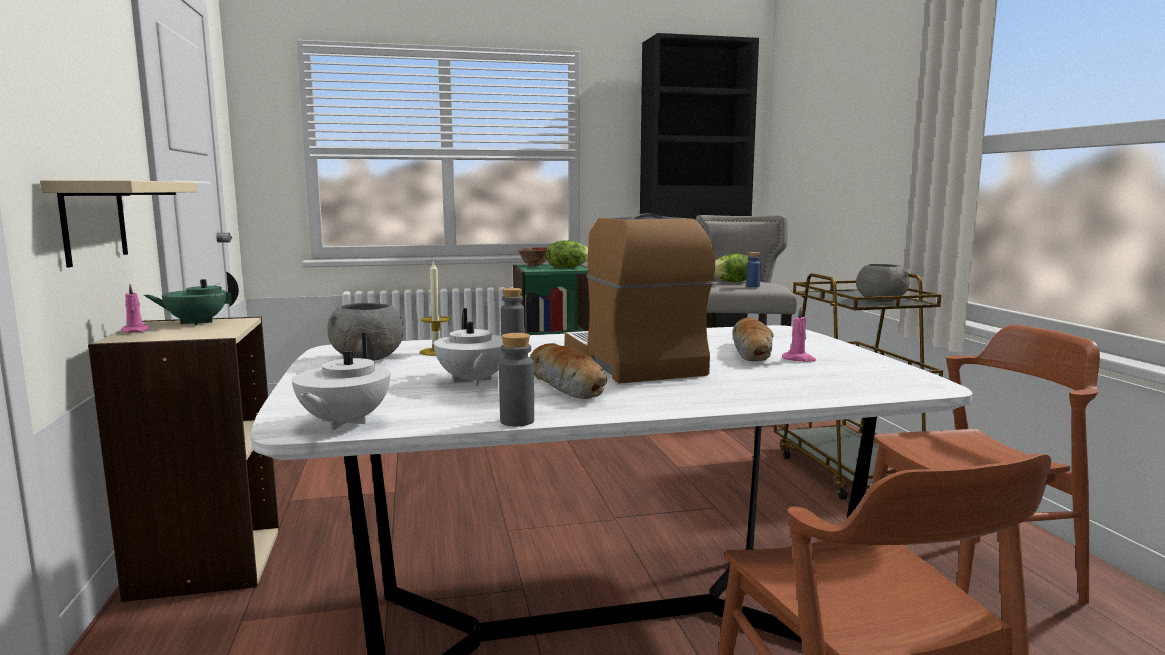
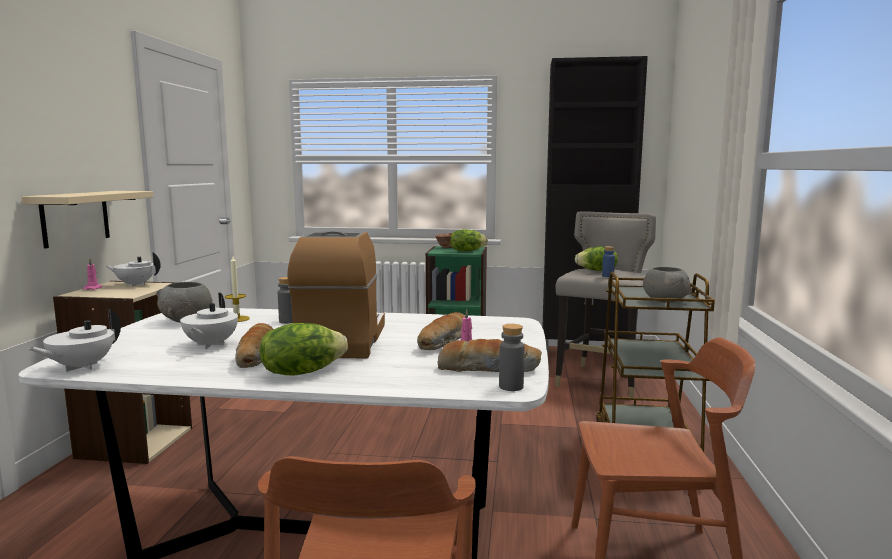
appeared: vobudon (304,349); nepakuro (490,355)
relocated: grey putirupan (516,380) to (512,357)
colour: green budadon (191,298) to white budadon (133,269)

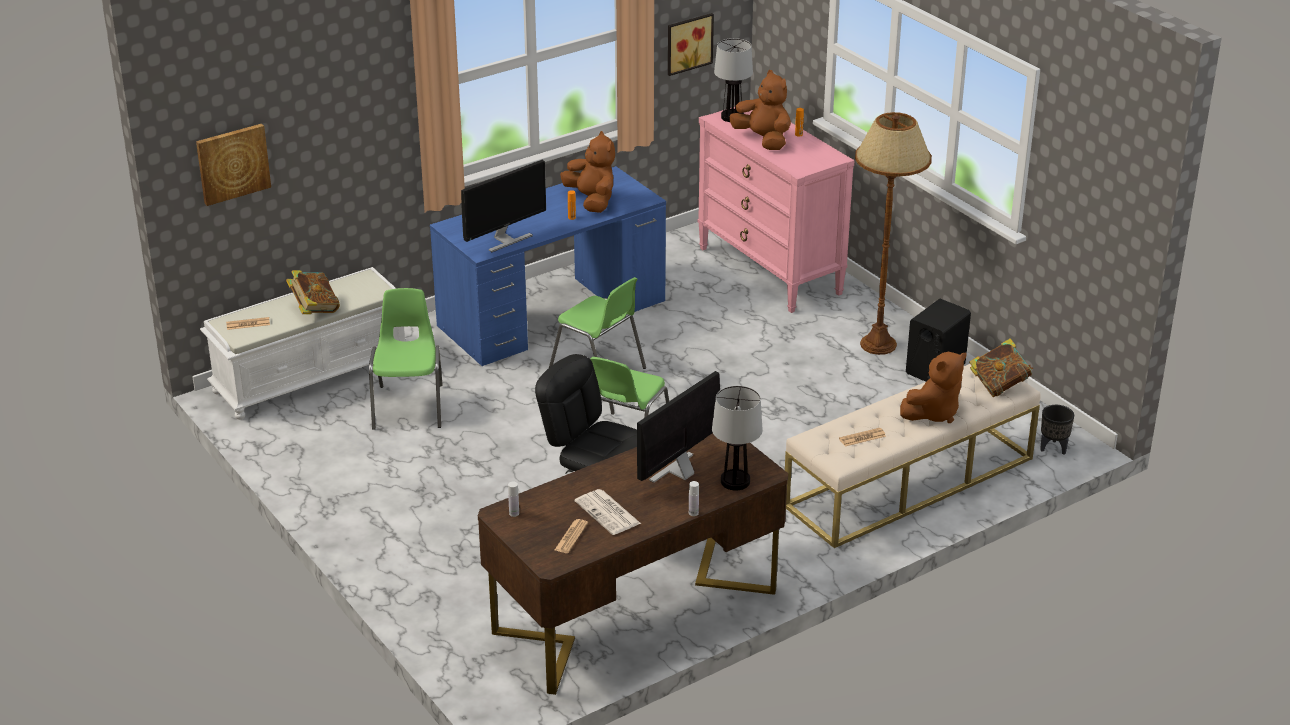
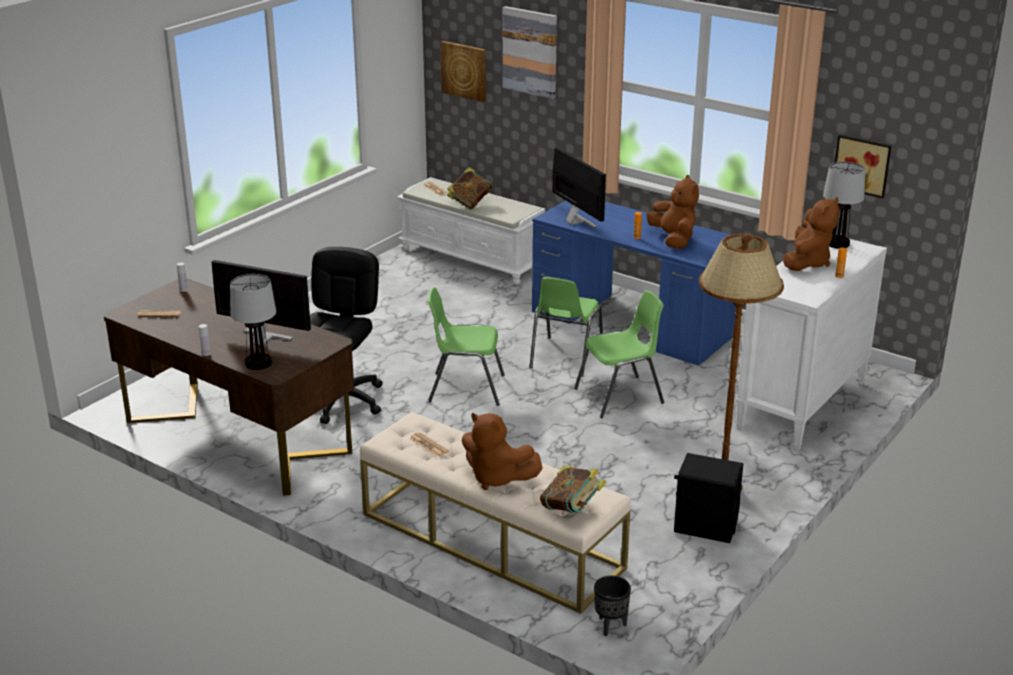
missing: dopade (607,512)
appeared: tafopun (530,52)
relocated: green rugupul (406,359) to (619,354)
colour: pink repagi (775,210) to white repagi (811,345)
spun: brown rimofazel (587,172) = (672,212) 60 degrees counterclockwise; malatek (503,206) = (579,188) 150 degrees counterclockwise

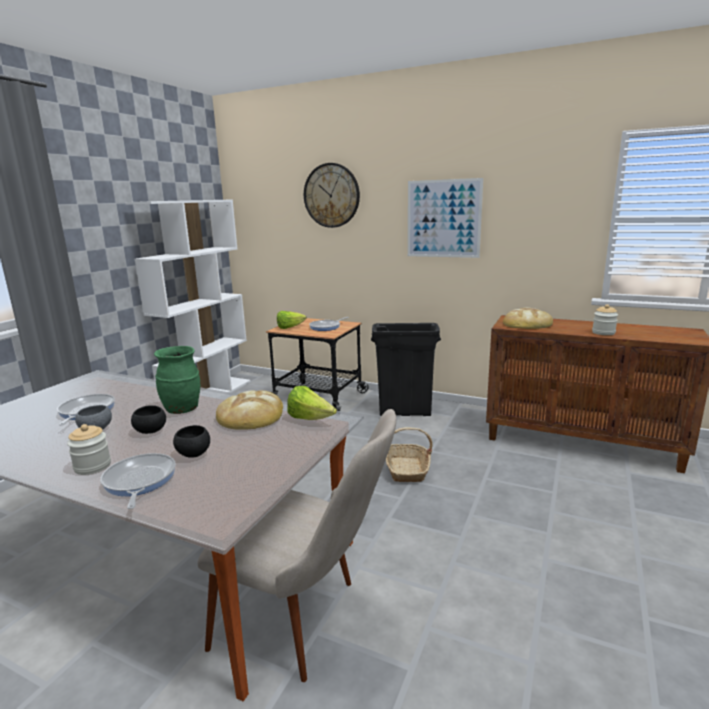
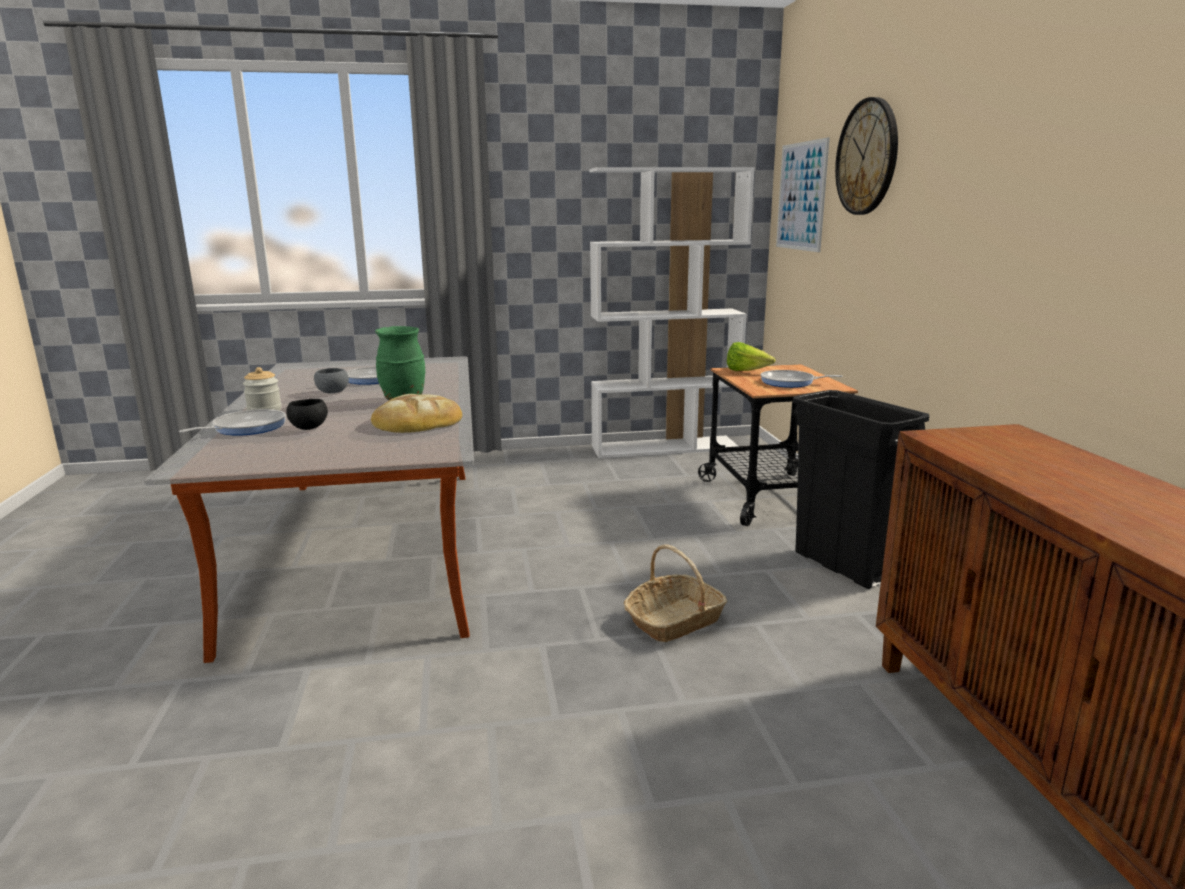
missing: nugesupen (605,319); nepakuro (528,318); vobudon (312,403); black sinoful (148,419); beige rugupul (296,545)
relocated: tafopun (445,218) to (803,195)

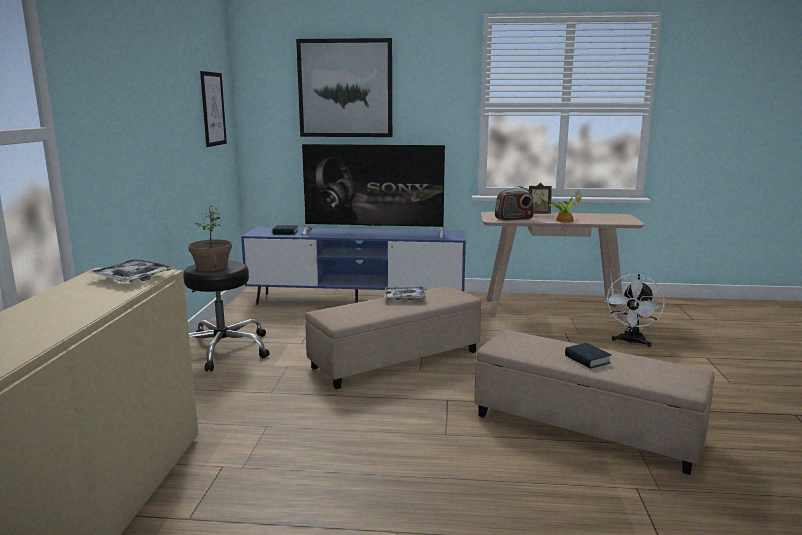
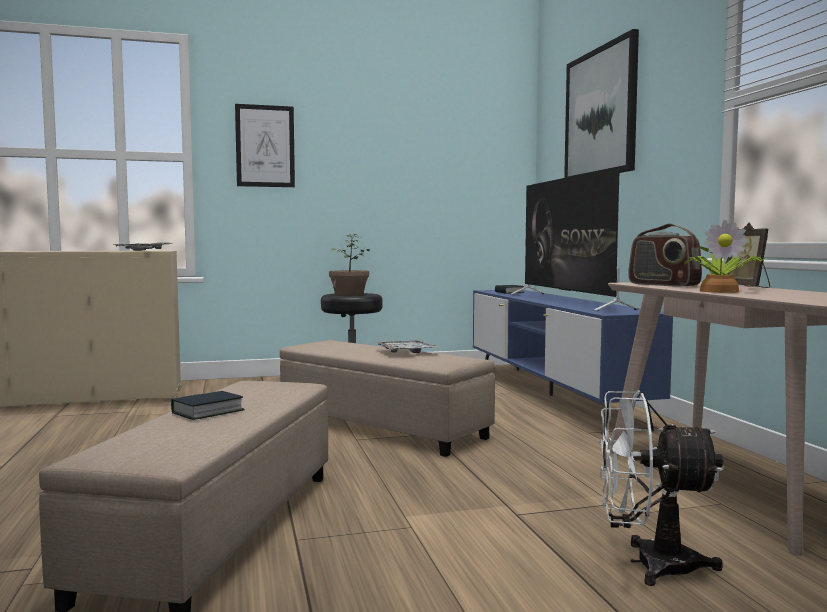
relocated: tafopun (213,109) to (265,145)

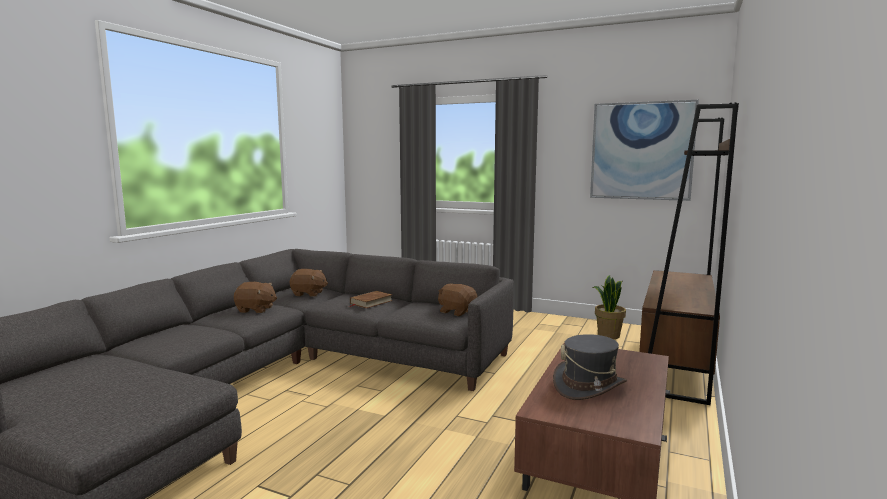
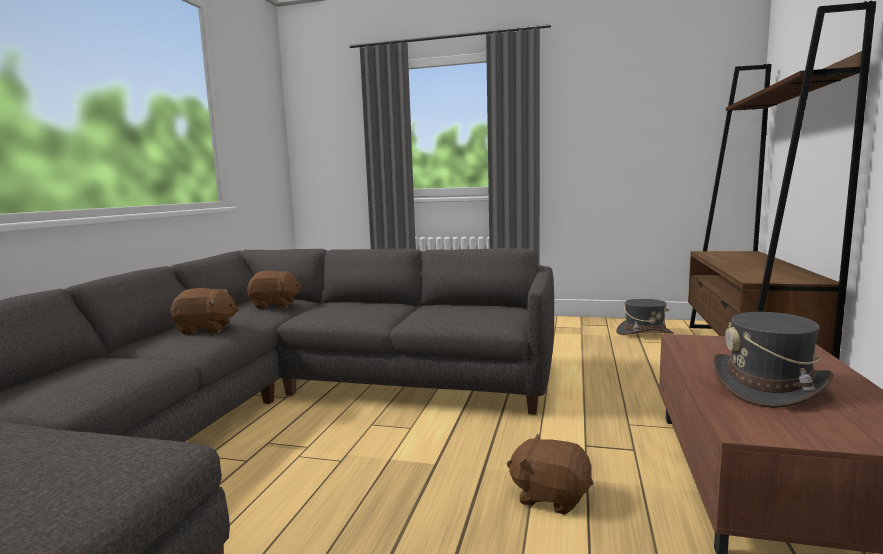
missing: tafopun (644,150); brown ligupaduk (371,299)
relocated: brown rimofazel (458,300) to (549,474)
exchanged: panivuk (609,307) to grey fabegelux (644,317)

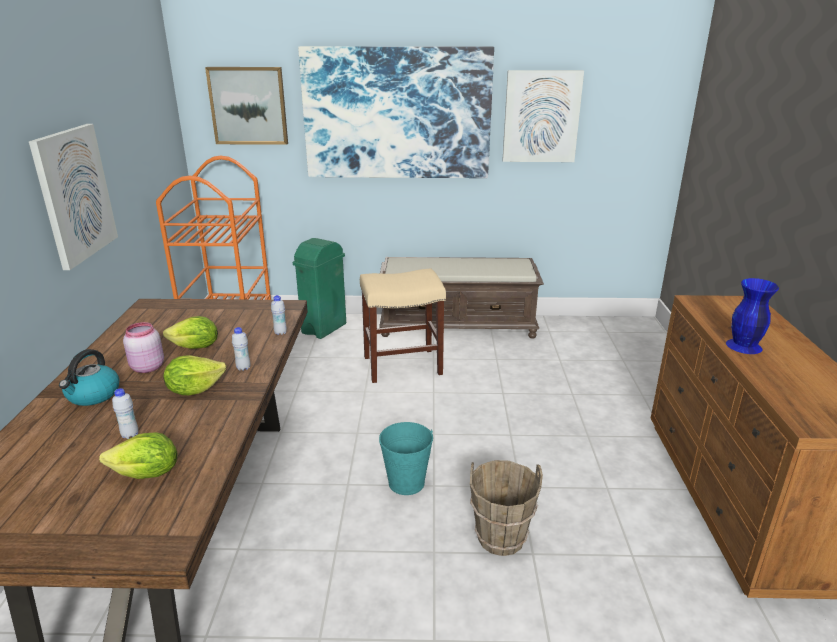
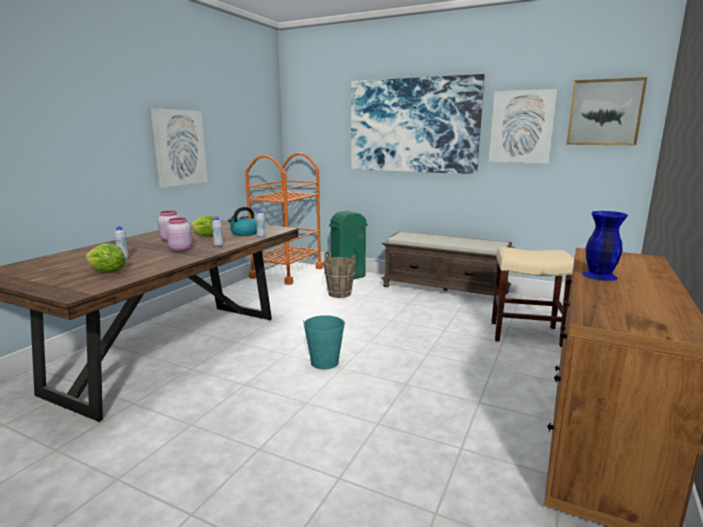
relocated: tafopun (246,106) to (606,111); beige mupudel (403,326) to (533,297); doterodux (89,377) to (242,221); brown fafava (506,508) to (339,274)
exchanged: vobudon (194,375) to pink nugesupen (179,235)

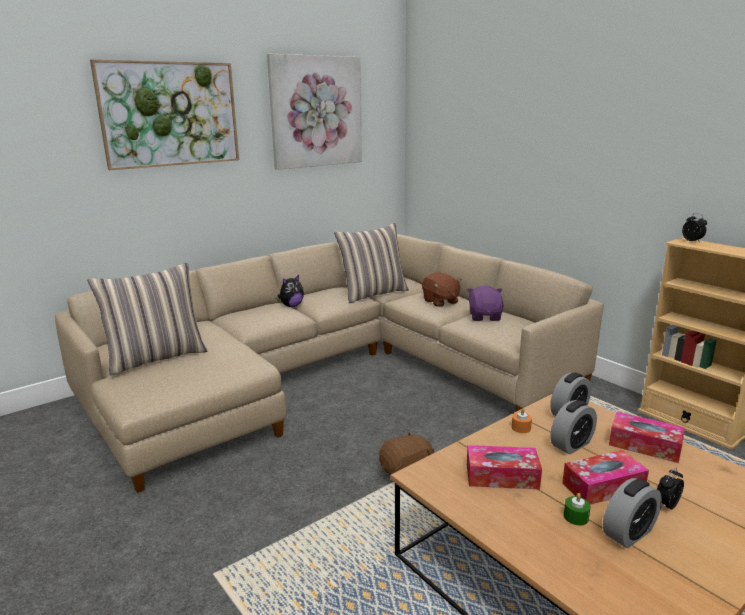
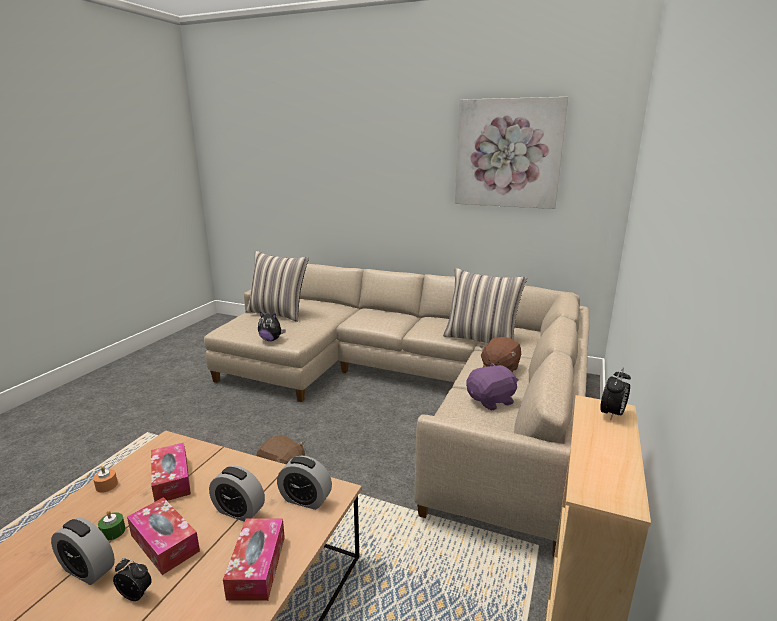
missing: tafopun (164,115)
relocated: rimofazel (290,291) to (272,326); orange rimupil (522,420) to (105,479)

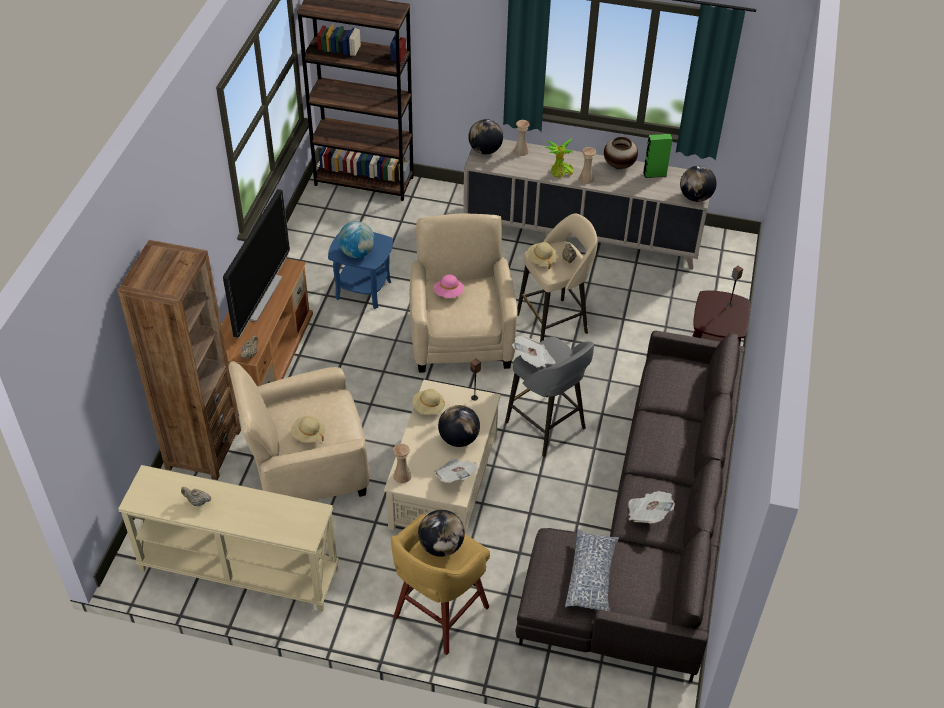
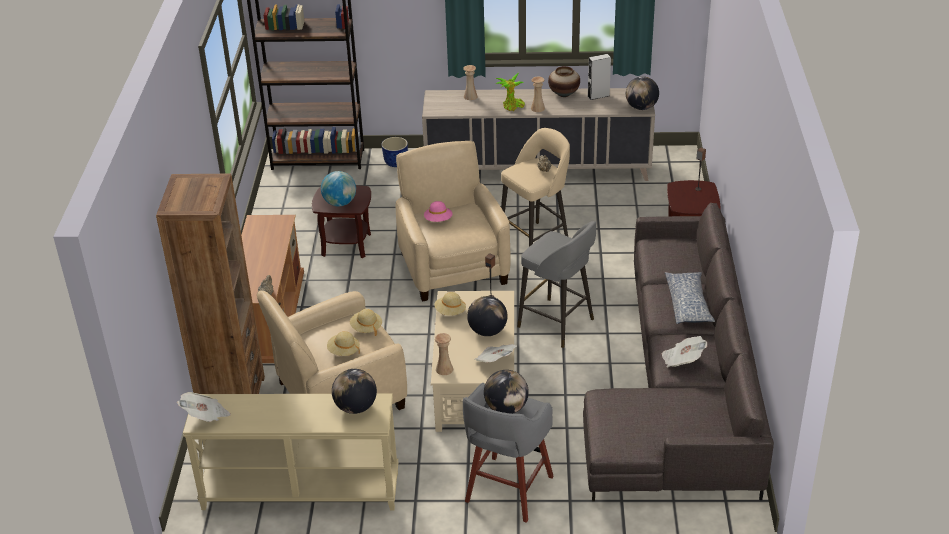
missing: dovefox (256,263); beige budadon (196,496)
appeared: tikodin (394,152)
relocated: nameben (485,137) to (354,391); beige fabegelux (542,255) to (366,322); dopade (534,351) to (204,407); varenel (592,570) to (690,298)
colour: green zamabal (658,156) to grey zamabal (599,77); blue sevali (360,270) to brown sevali (341,221); yellow mupudel (440,584) to grey mupudel (508,453)

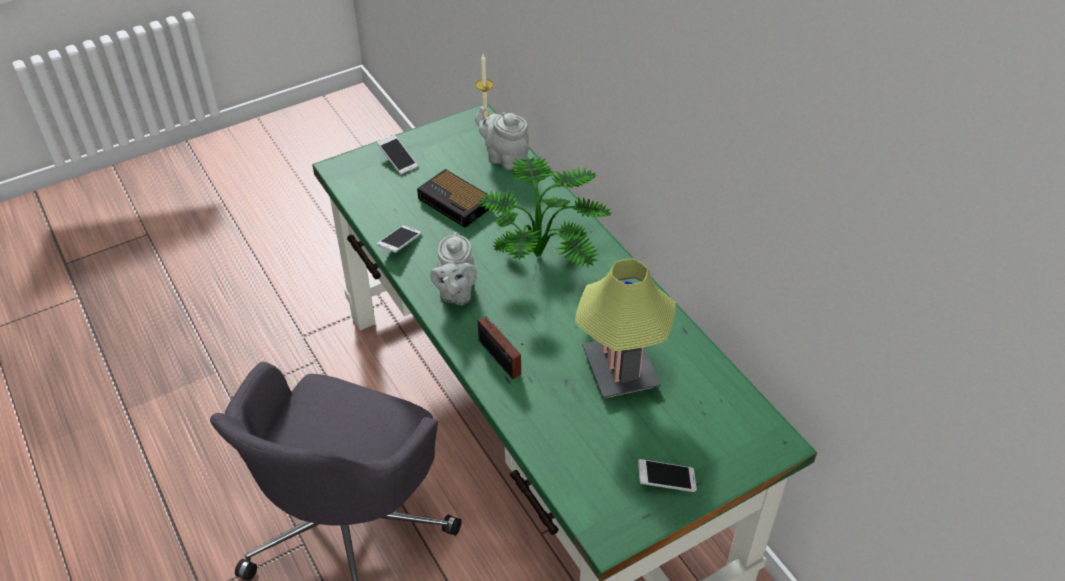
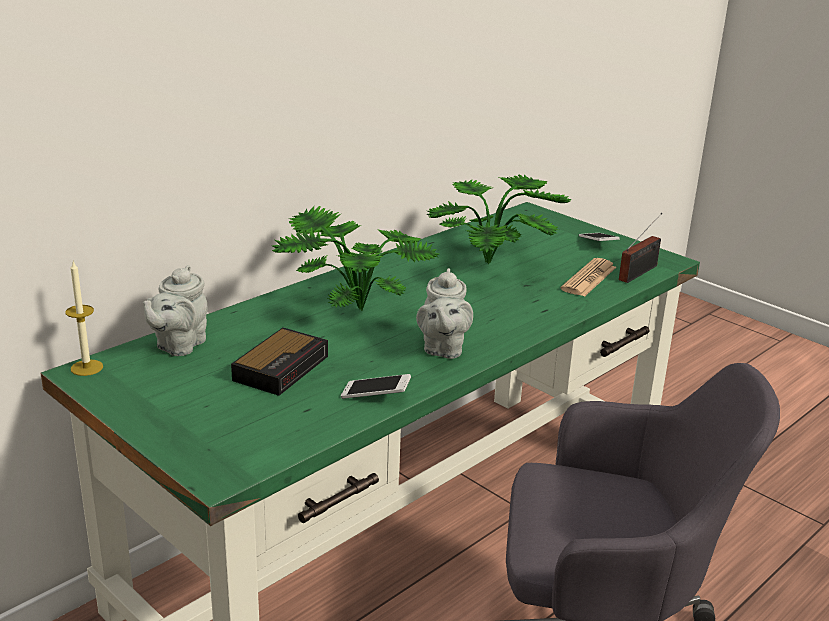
missing: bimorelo (397,155)
appeared: dopade (588,277)
relocated: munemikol (500,347) to (640,248)
exchanged: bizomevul (625,328) to panivuk (499,219)
spun: grey budadon (453,268) = (444,313) 105 degrees clockwise

